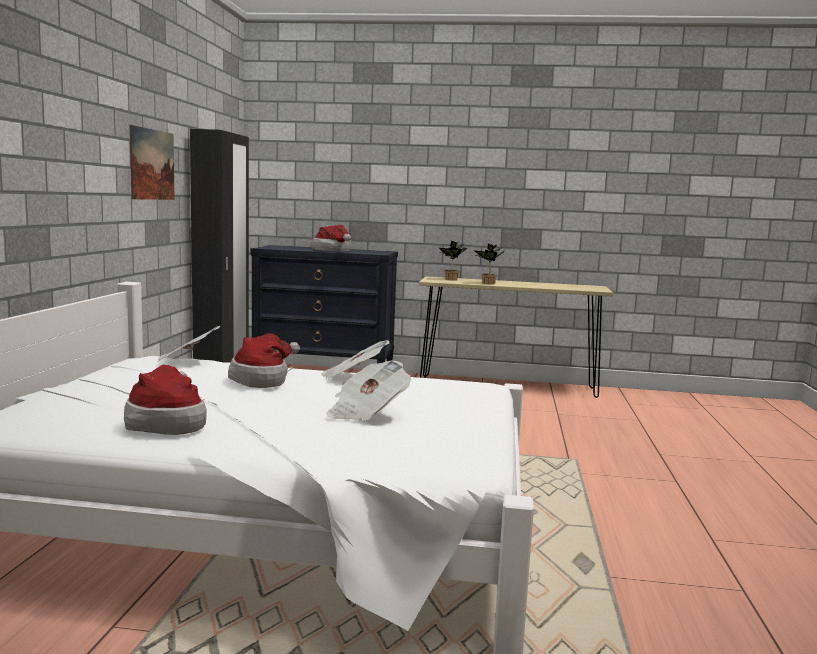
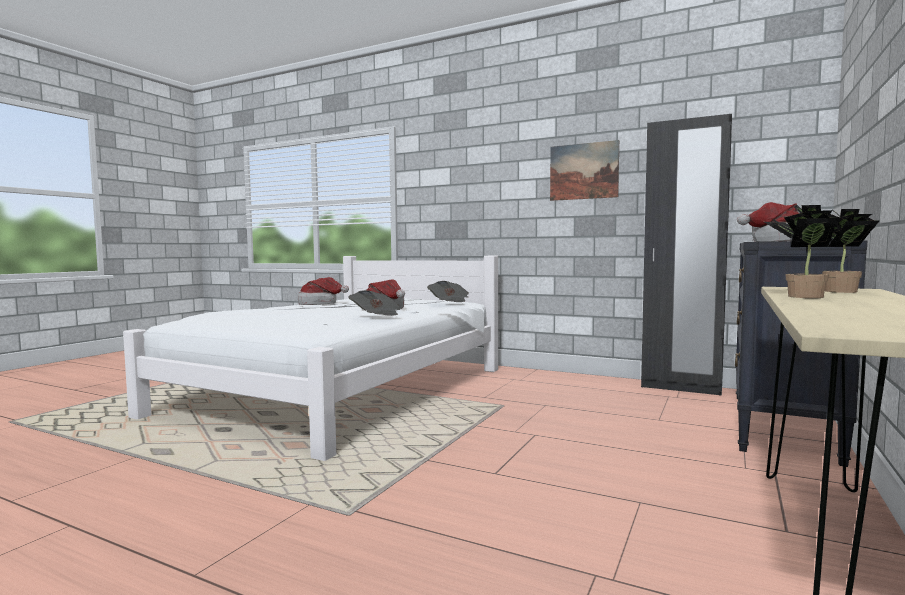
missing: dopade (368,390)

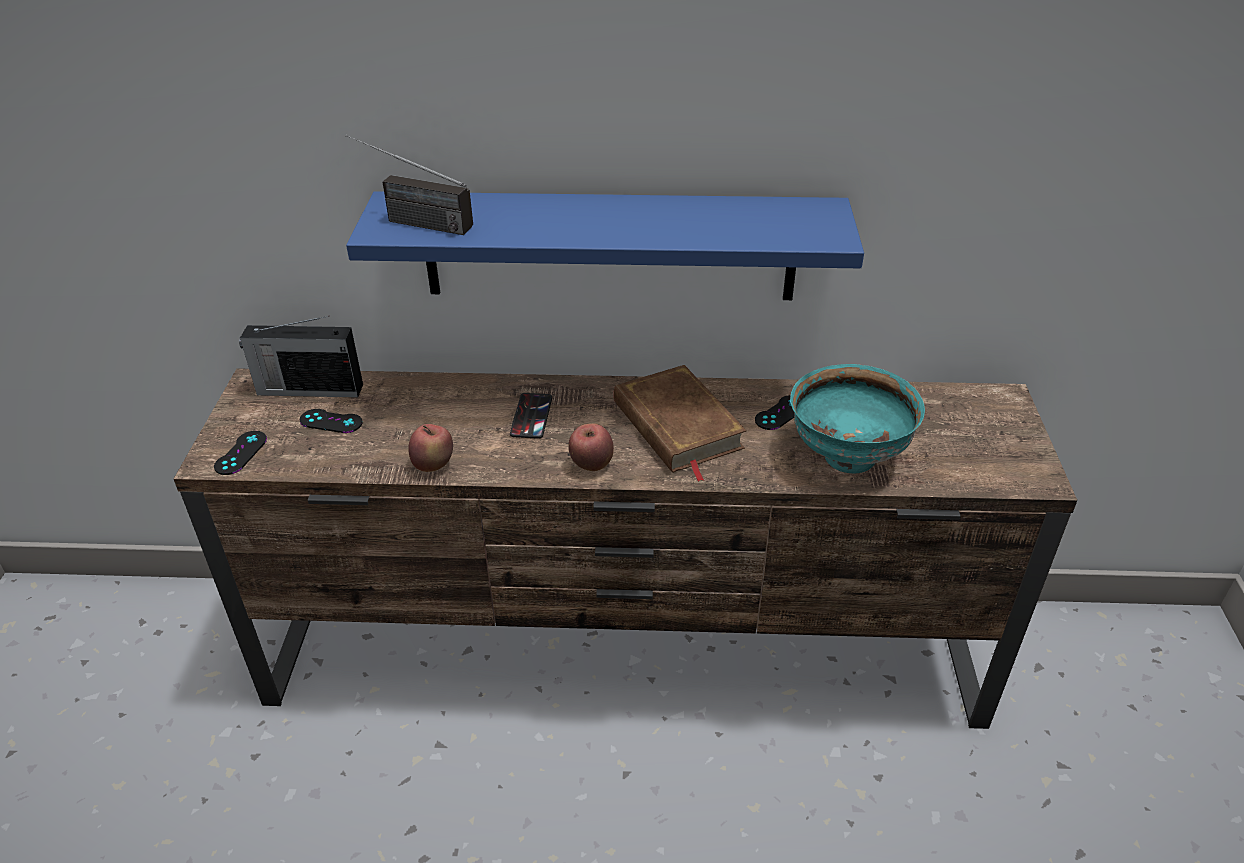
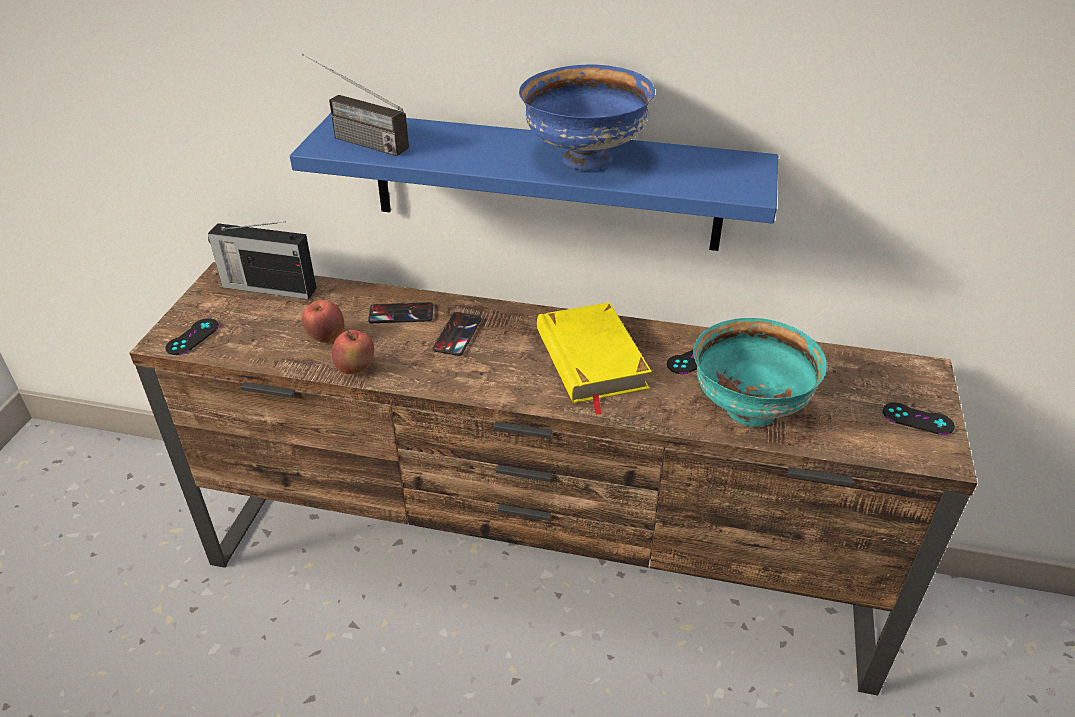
appeared: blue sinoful (587,117); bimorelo (400,312)
relocated: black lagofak (331,421) to (919,418); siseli (591,447) to (323,321)
colour: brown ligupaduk (680,423) to yellow ligupaduk (594,358)

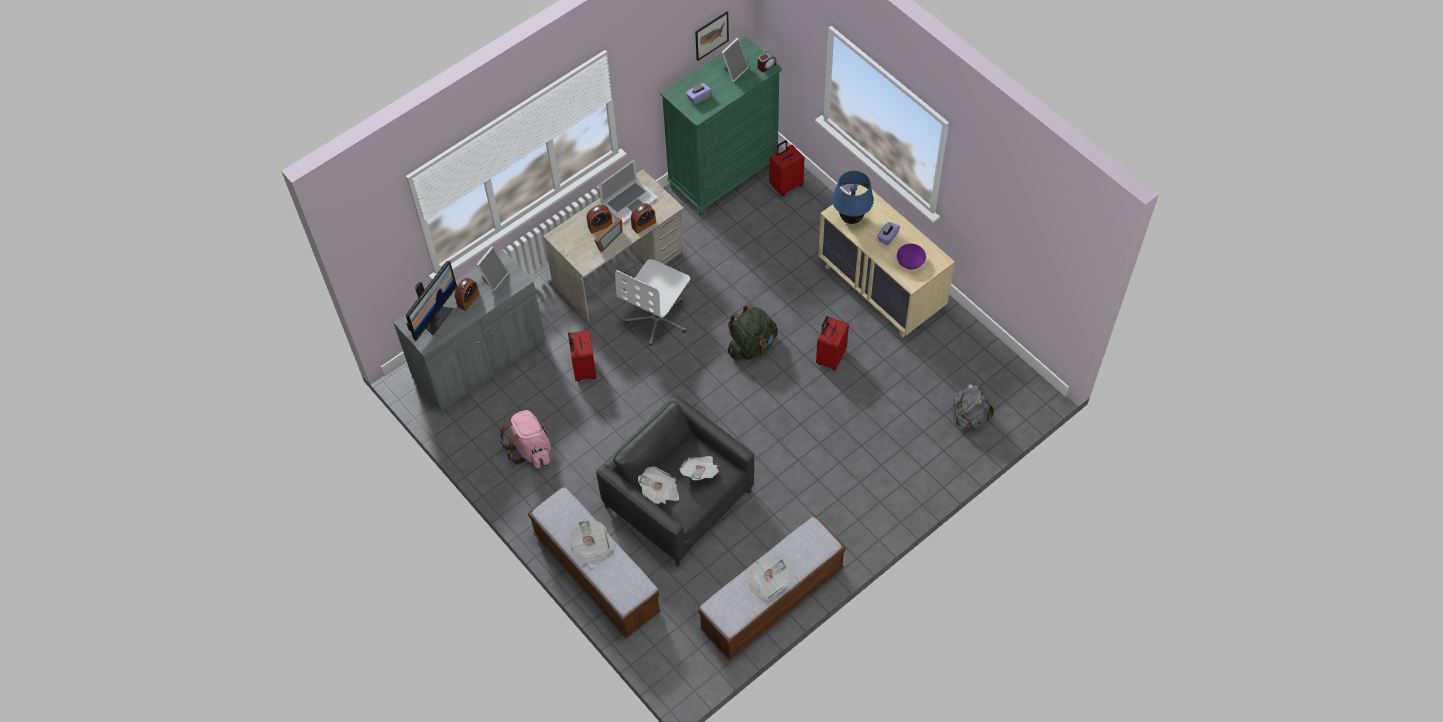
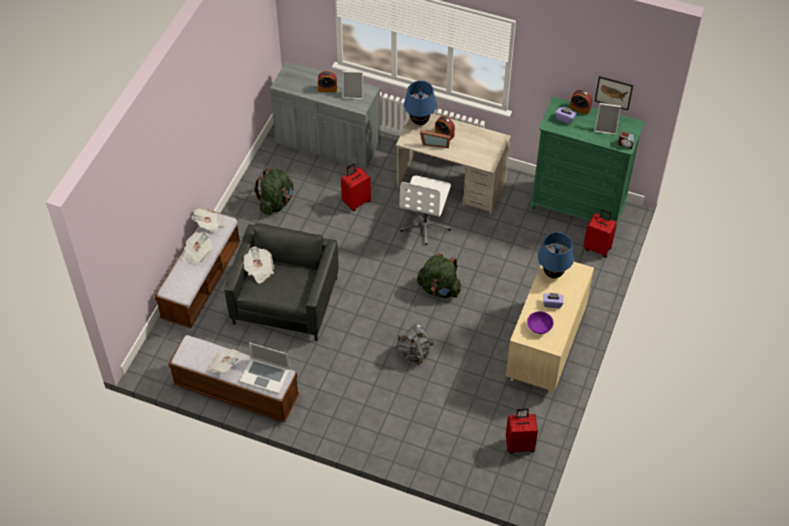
missing: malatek (431,301)
appeared: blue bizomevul (420,103)
relocated: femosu (628,191) to (265,368); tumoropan (643,218) to (581,102); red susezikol (832,343) to (522,430); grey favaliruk (973,406) to (414,344); dopade (699,468) to (209,219)
colour: pink favaliruk (525,439) to green favaliruk (273,191)
spun: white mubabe (652,302) = (425,210) 75 degrees counterclockwise

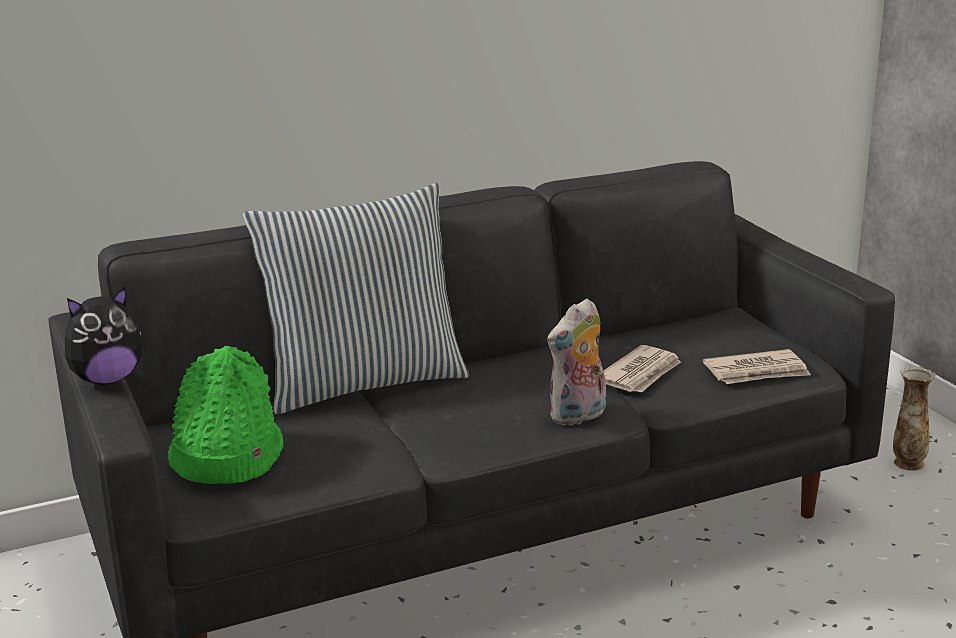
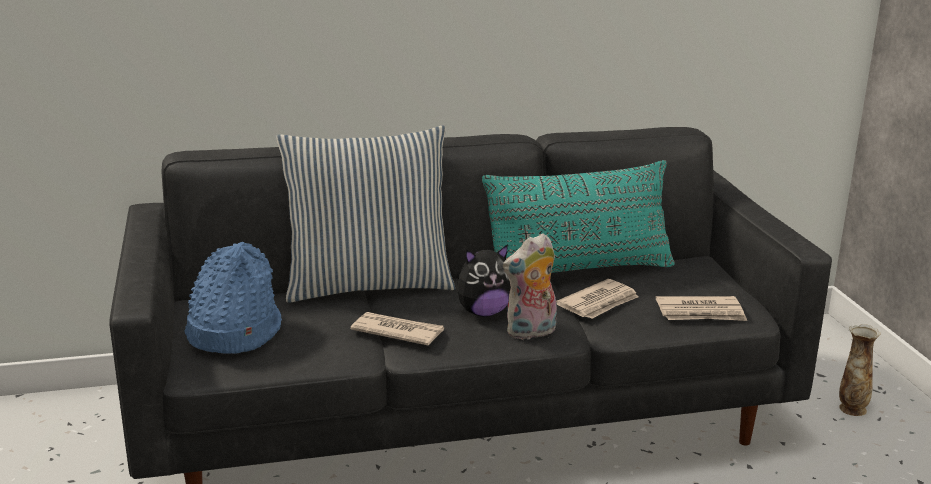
appeared: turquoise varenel (578,216); dopade (397,329)
relocated: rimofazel (103,336) to (484,280)
colour: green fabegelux (225,415) to blue fabegelux (233,298)

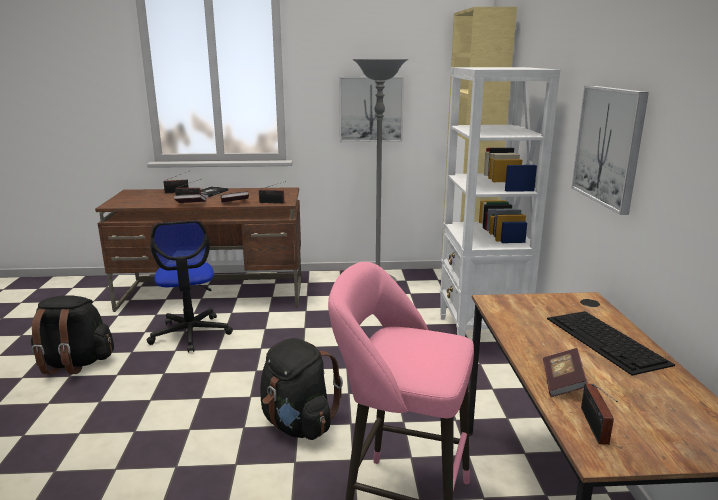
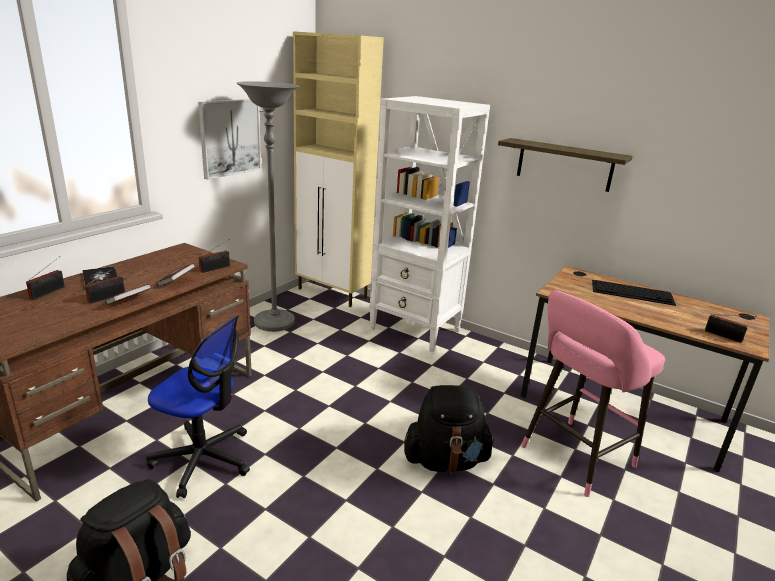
missing: ligupaduk (565,372)
exchanged: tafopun (610,150) to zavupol (565,165)

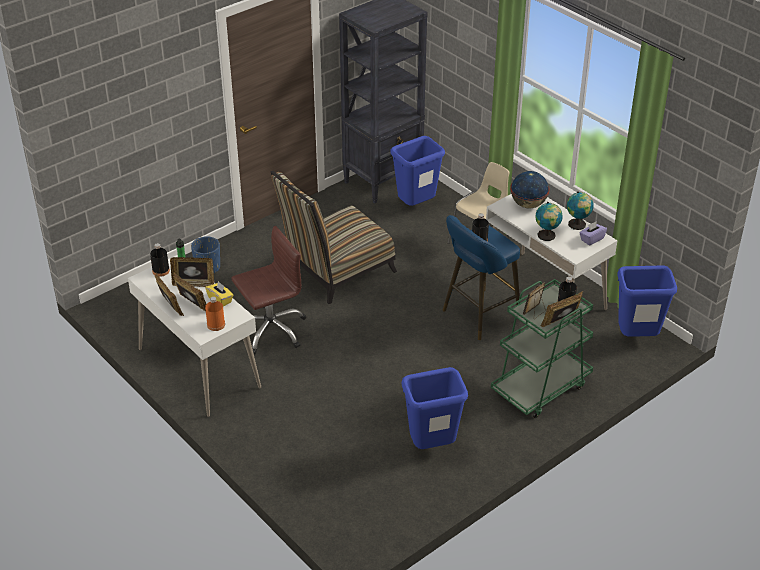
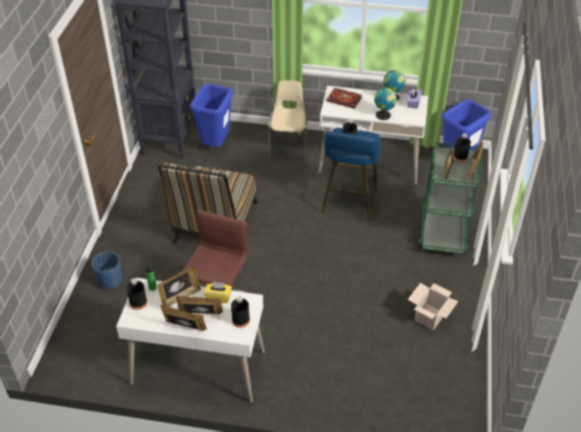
exchanged: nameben (530,189) to ligupaduk (344,98); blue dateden (435,408) to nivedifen (433,306)
colour: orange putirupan (215,314) to black putirupan (240,312)

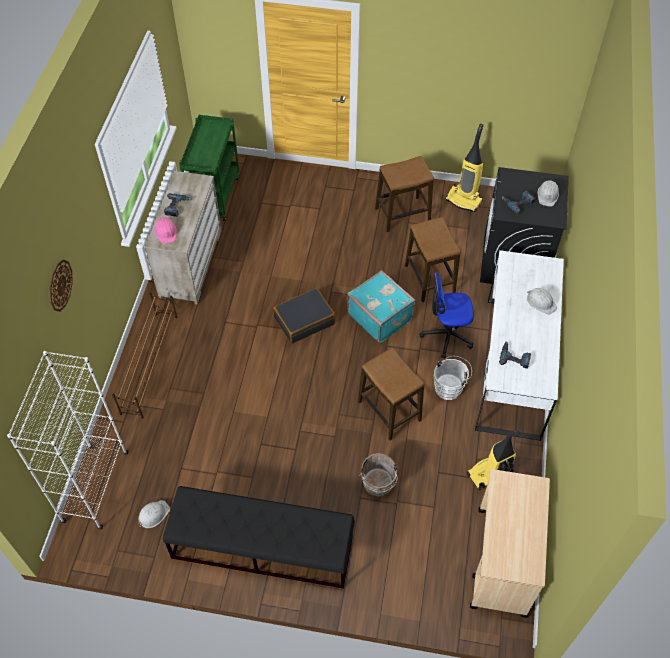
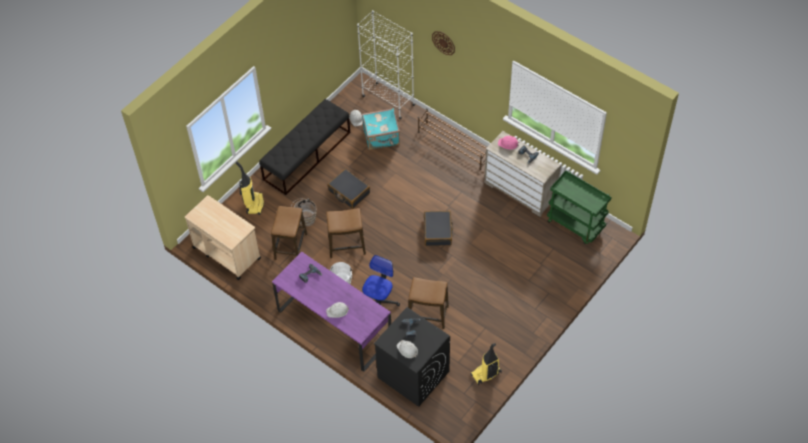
appeared: black susezikol (349,189)
relocated: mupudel (404,194) to (289,233); turquoise susezikol (381,306) to (381,129); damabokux (493,460) to (250,188)
colour: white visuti (519,345) to purple visuti (331,312)

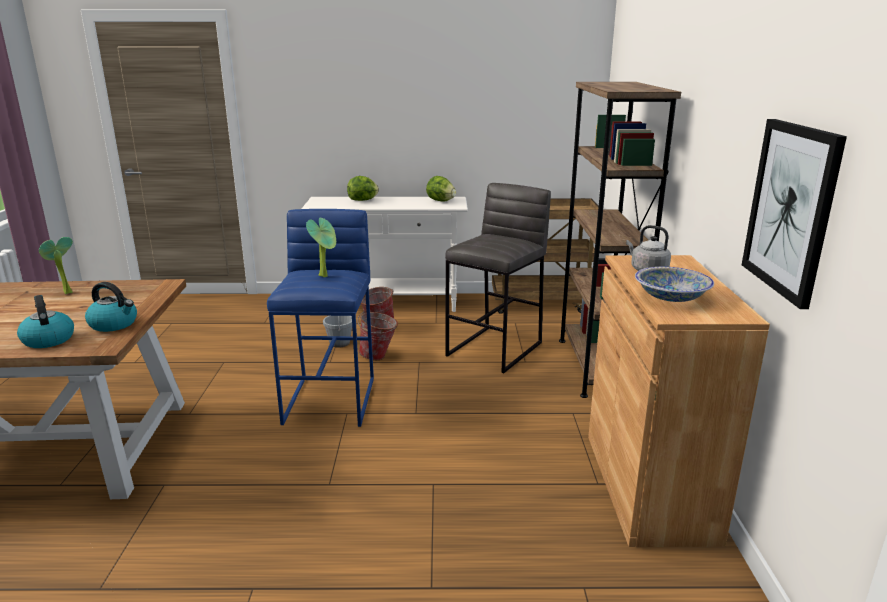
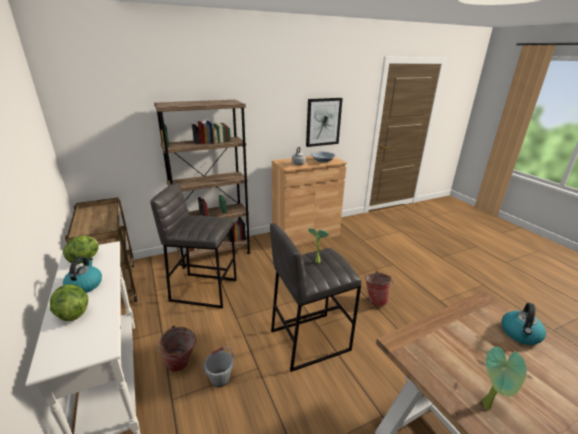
relocated: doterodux (111,307) to (82,275); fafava (377,335) to (379,288)
colour: blue mupudel (320,318) to grey mupudel (315,297)

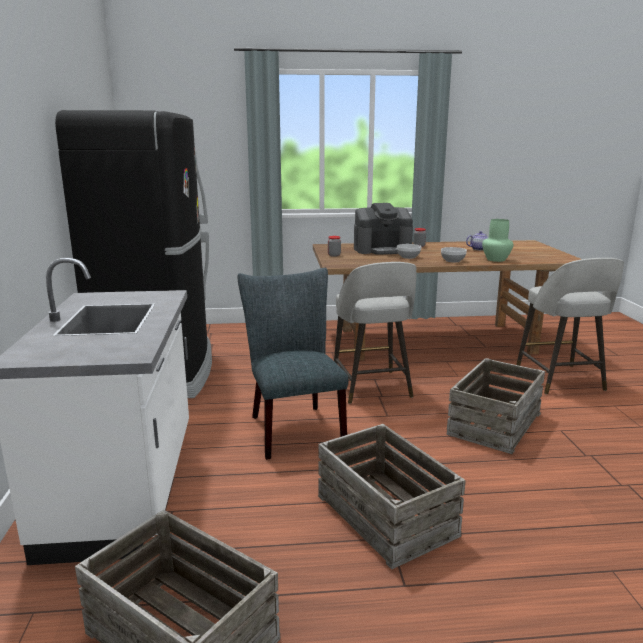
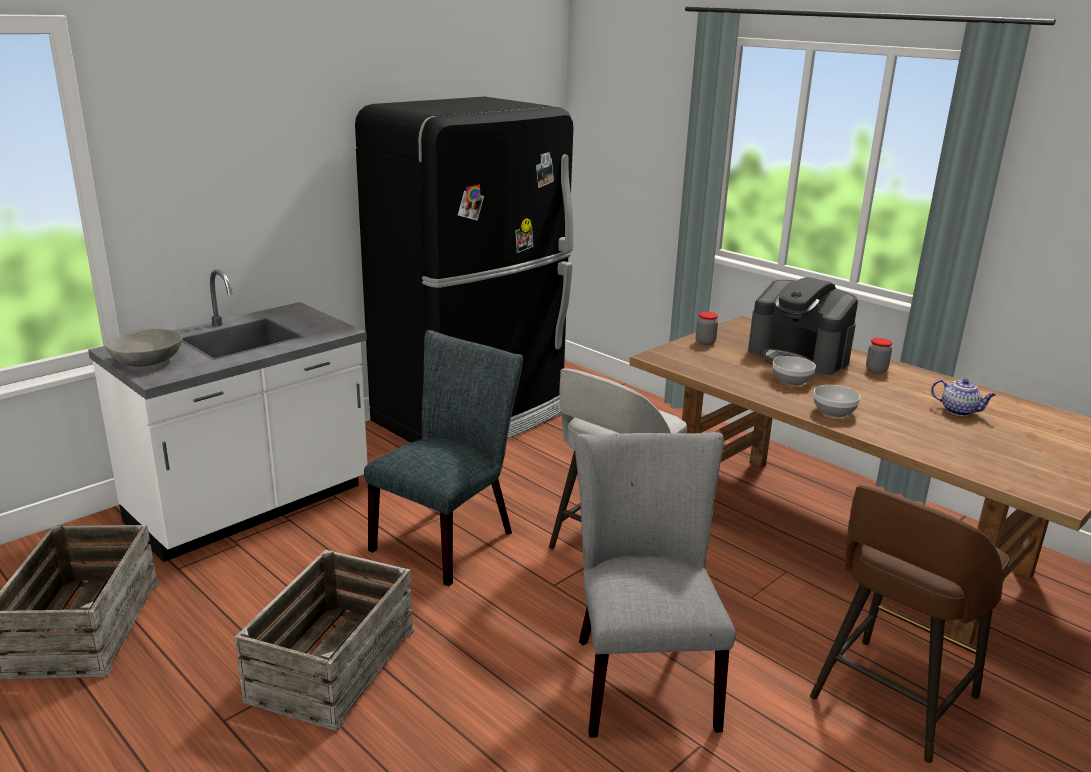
missing: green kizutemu (497,240)
appeared: grey sinoful (144,348)
exchanged: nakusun (496,406) to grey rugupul (655,585)
colour: grey mupudel (570,326) to brown mupudel (909,624)

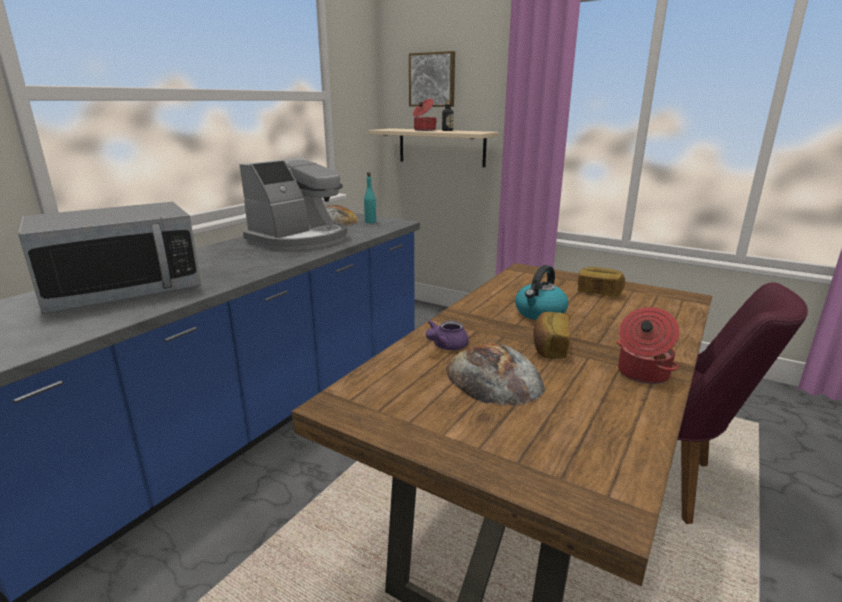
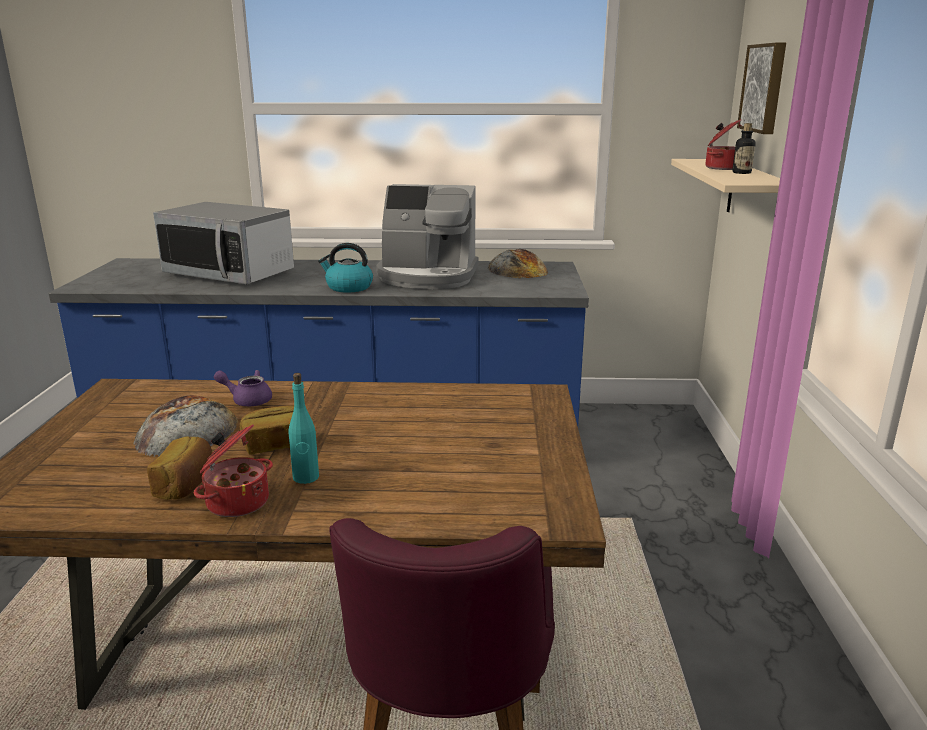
relocated: turquoise putirupan (370,197) to (304,428); doterodux (541,292) to (345,268); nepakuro (601,282) to (179,468)

